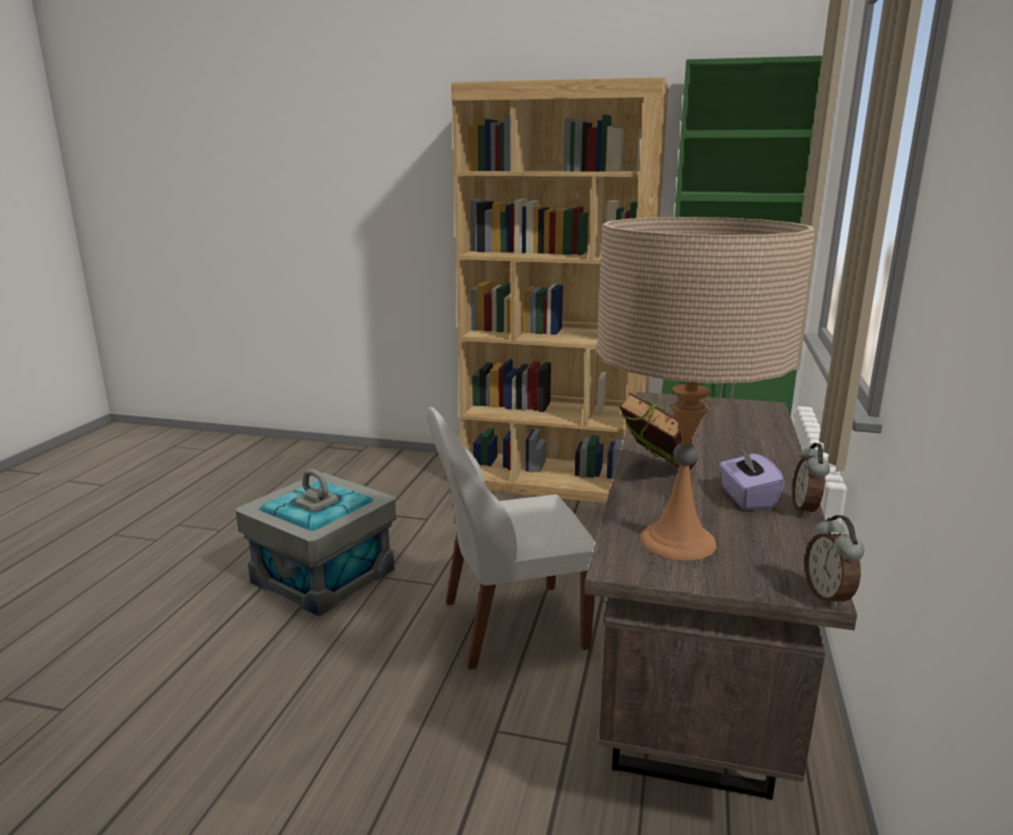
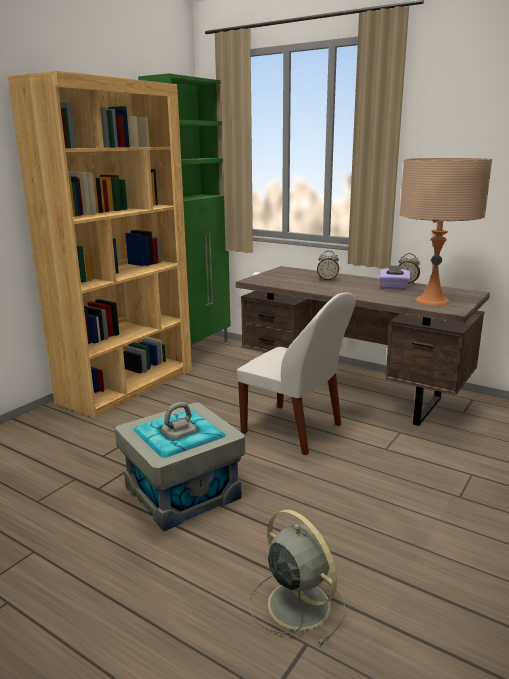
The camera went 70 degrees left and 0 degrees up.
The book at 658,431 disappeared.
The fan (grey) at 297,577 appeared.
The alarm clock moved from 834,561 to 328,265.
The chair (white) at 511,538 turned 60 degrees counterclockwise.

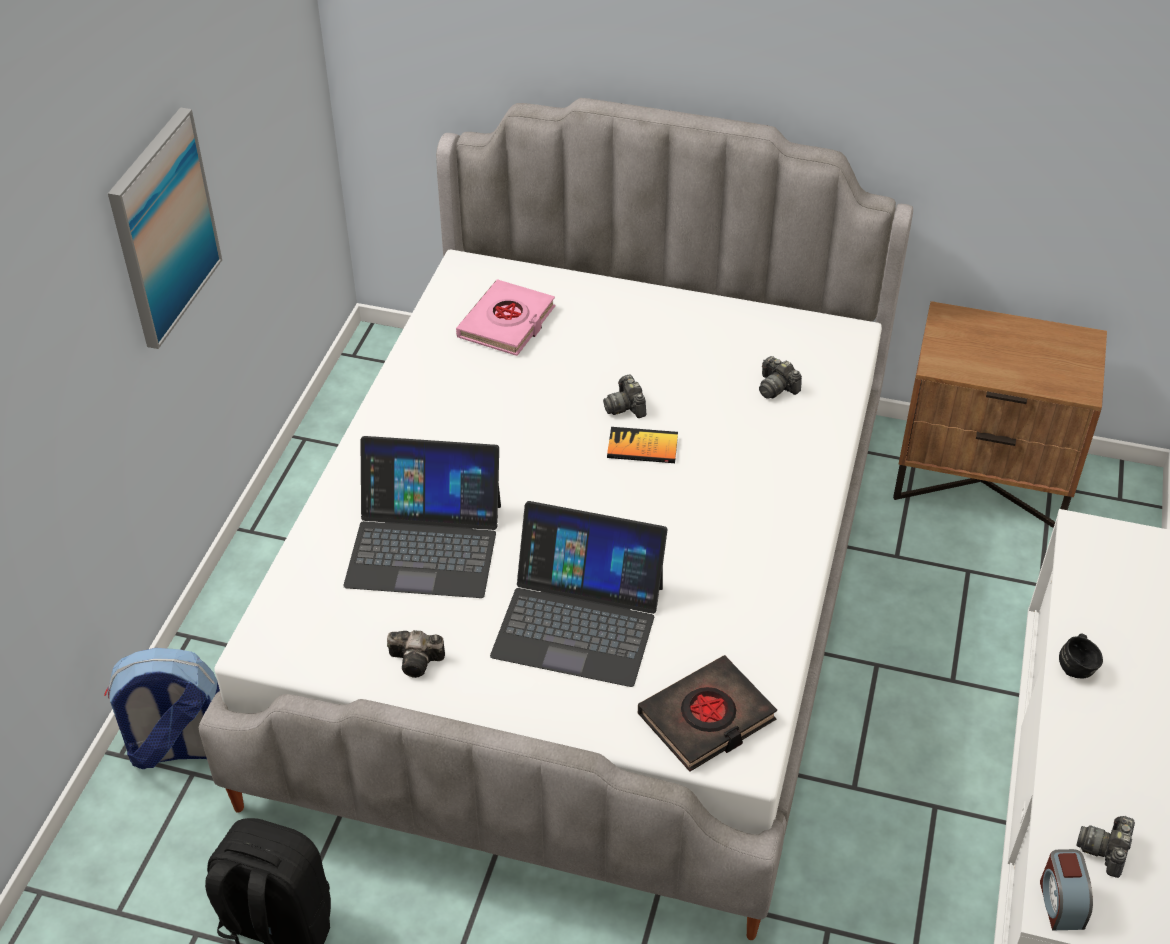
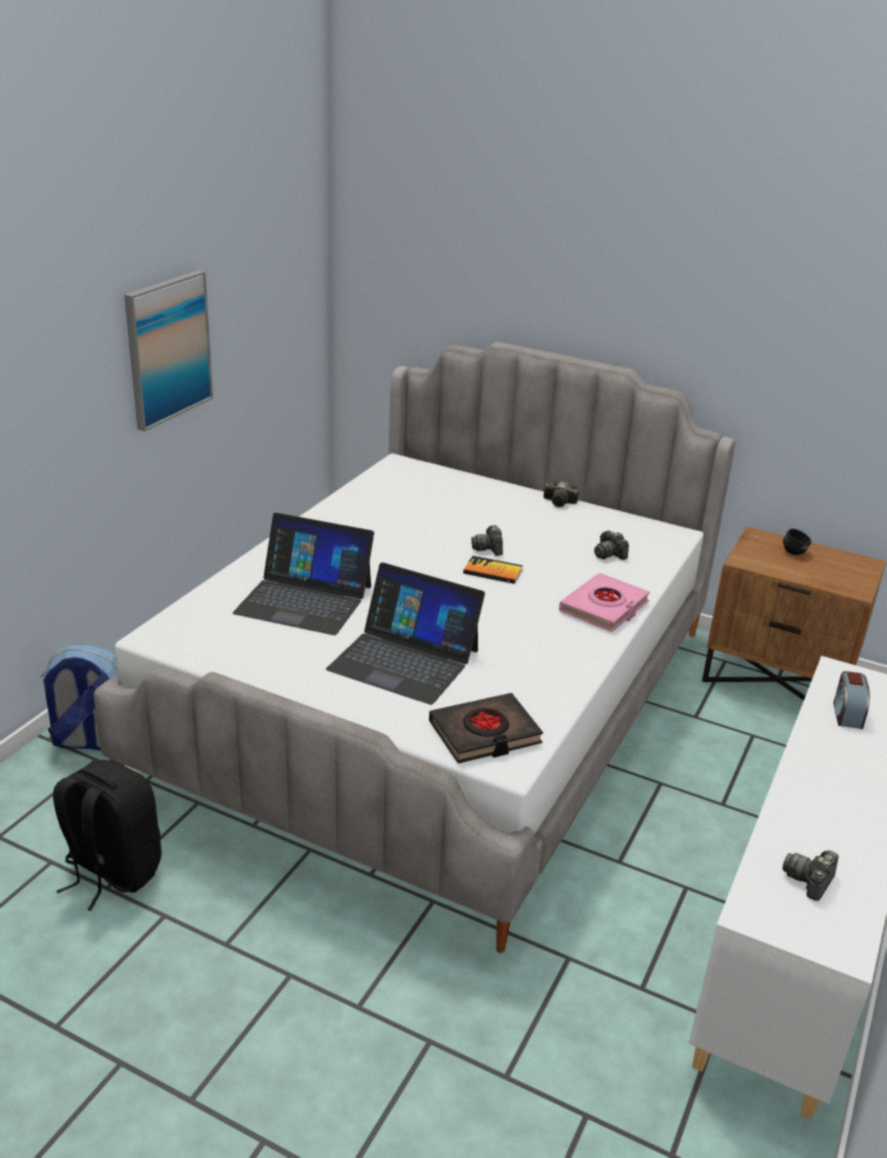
The camera went 10 degrees right and 15 degrees down.
The photo camera moved from 416,654 to 561,493.
The book (pink) moved from 506,317 to 604,602.
The alarm clock moved from 1066,889 to 851,700.
The mug (black) moved from 1081,655 to 797,542.

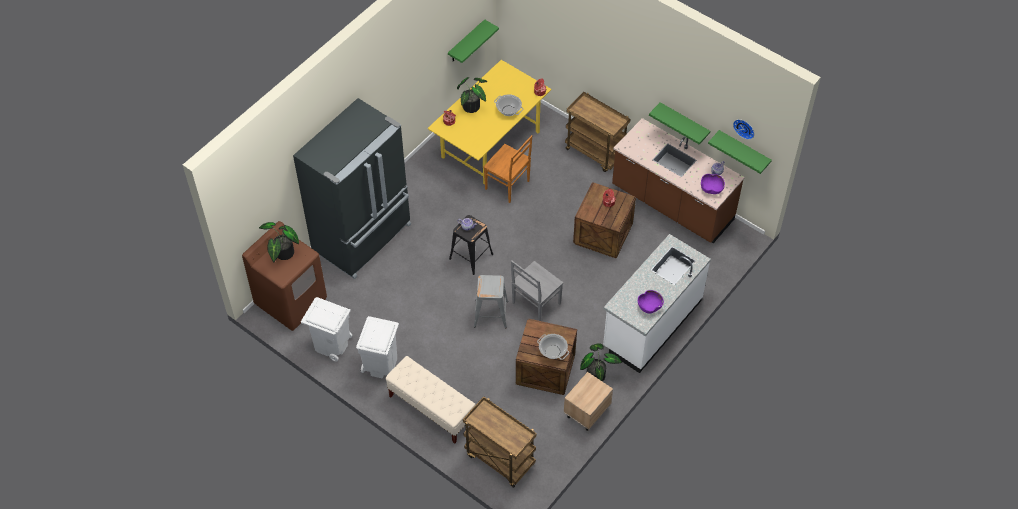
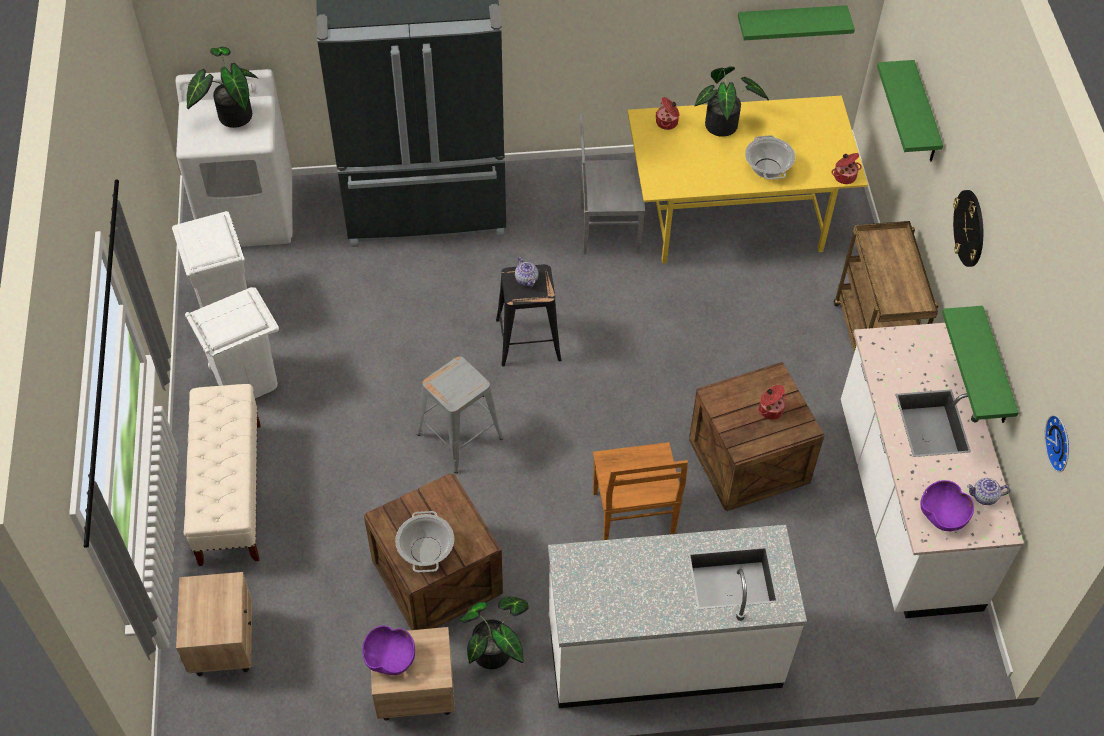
The camera went 45 degrees right and 0 degrees up.
The wall clock at 968,228 appeared.
The chair (brown) moved from 507,169 to 640,491.
The chair (grey) moved from 537,290 to 612,184.
The bowl (purple) moved from 651,302 to 388,650.
The shelf (green) moved from 740,152 to 910,110.
The cart (brown) at 500,442 was replaced by the nightstand (beige) at 214,624.
The washing machine (brown) at 284,276 became the washing machine (white) at 234,158.
The counter (brown) at 678,180 became the counter (white) at 932,470.

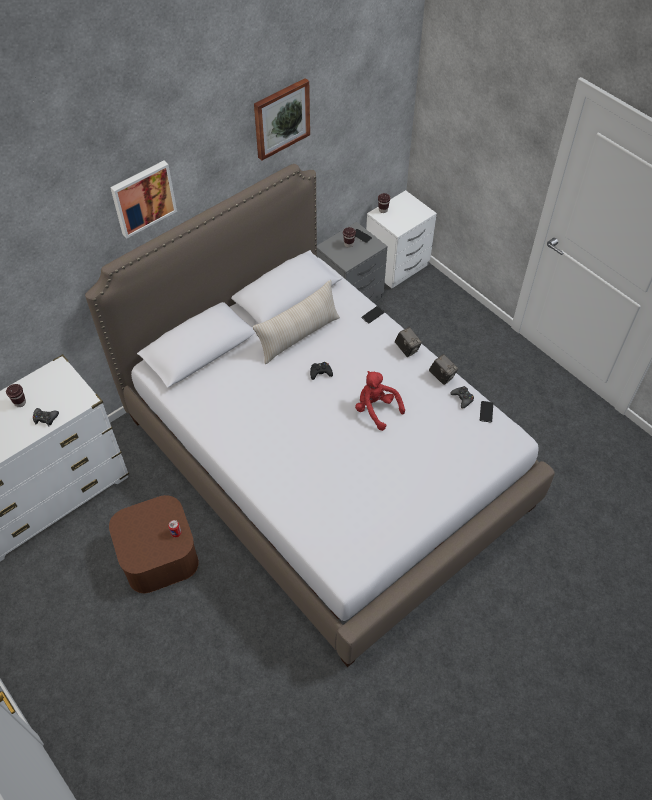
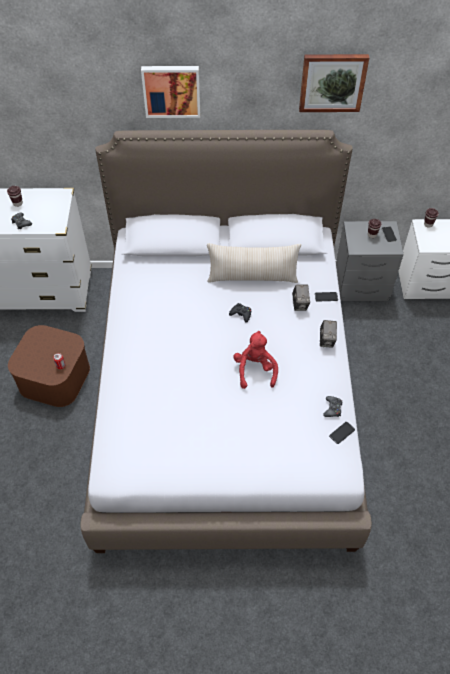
The camera went 40 degrees right and 0 degrees up.
The photo camera moved from 443,369 to 301,298.

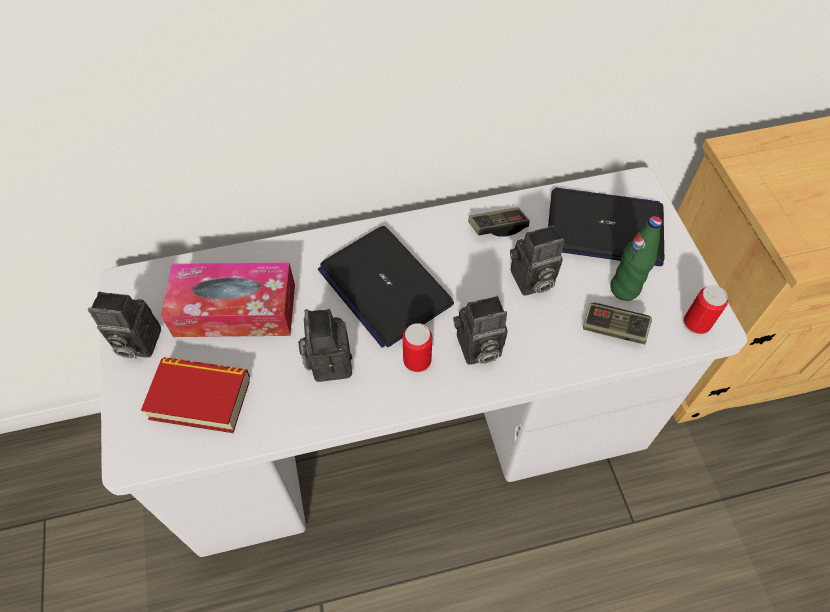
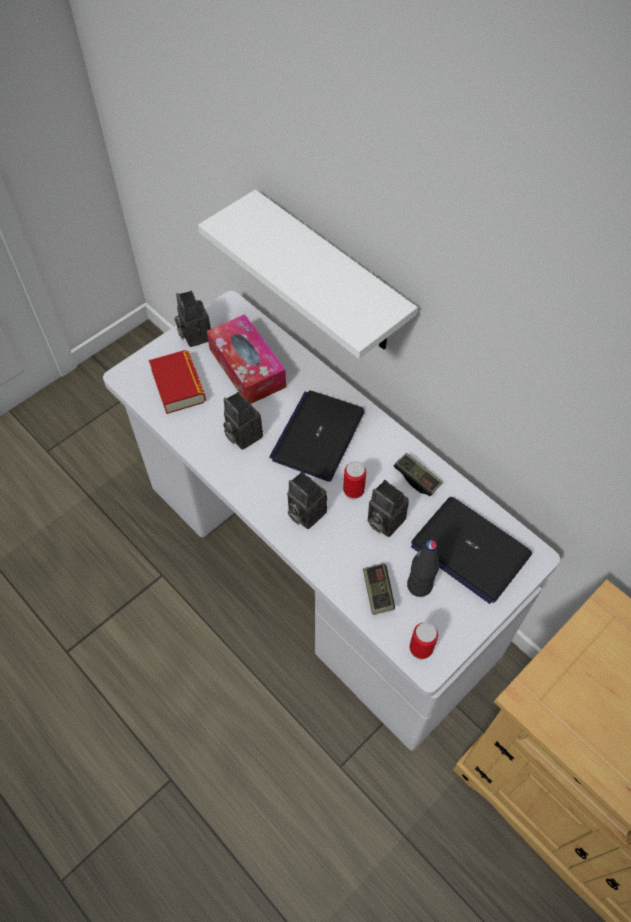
The camera went 60 degrees right and 0 degrees up.
The shelf (white) at 307,274 appeared.
The can moved from 417,348 to 354,480.
The bottle (green) at 636,258 became the bottle (black) at 423,568.
The photo camera at 325,345 turned 90 degrees counterclockwise.
The laptop at 606,227 turned 150 degrees clockwise.

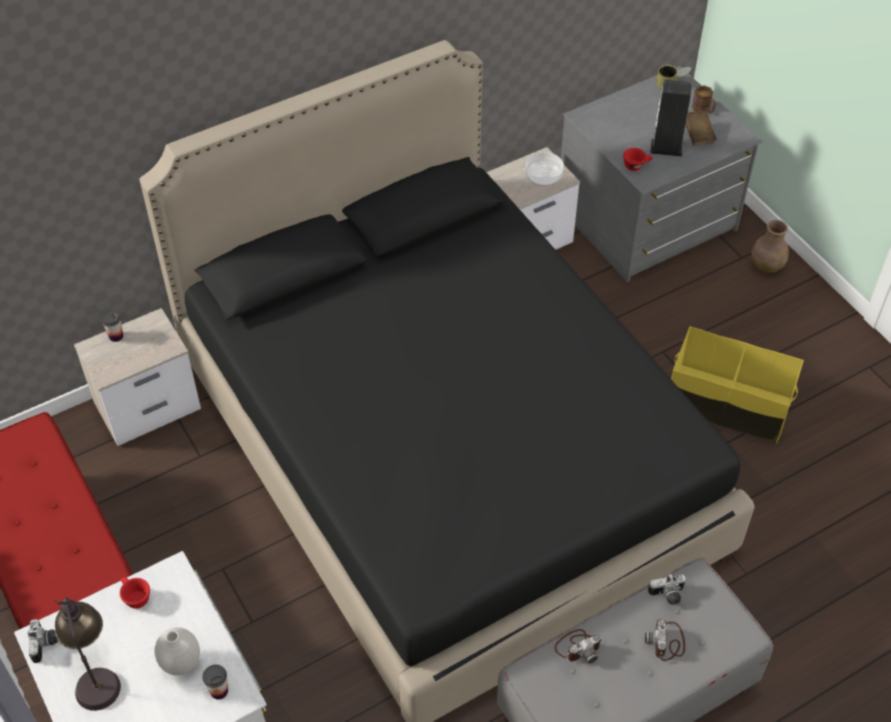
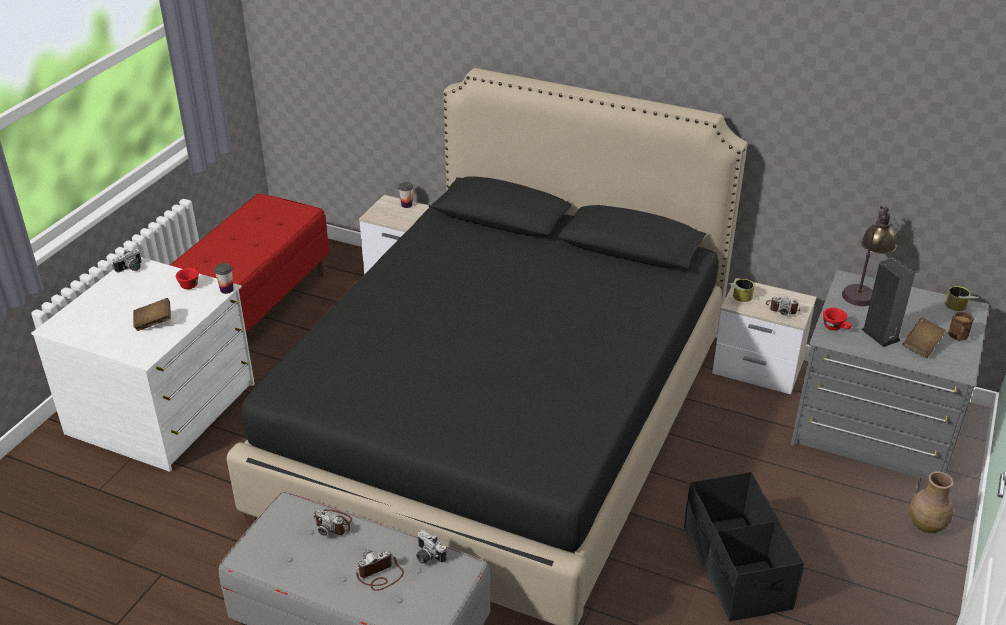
The camera went 55 degrees right and 15 degrees down.
The can at 742,290 appeared.
The table lamp moved from 87,654 to 869,256.
The cup moved from 215,682 to 224,278.
The vase (white) at 177,651 was replaced by the book (brown) at 152,314.
The bowl at 545,169 was replaced by the photo camera at 783,306.
The storage box (yellow) at 737,385 became the storage box (black) at 744,546.

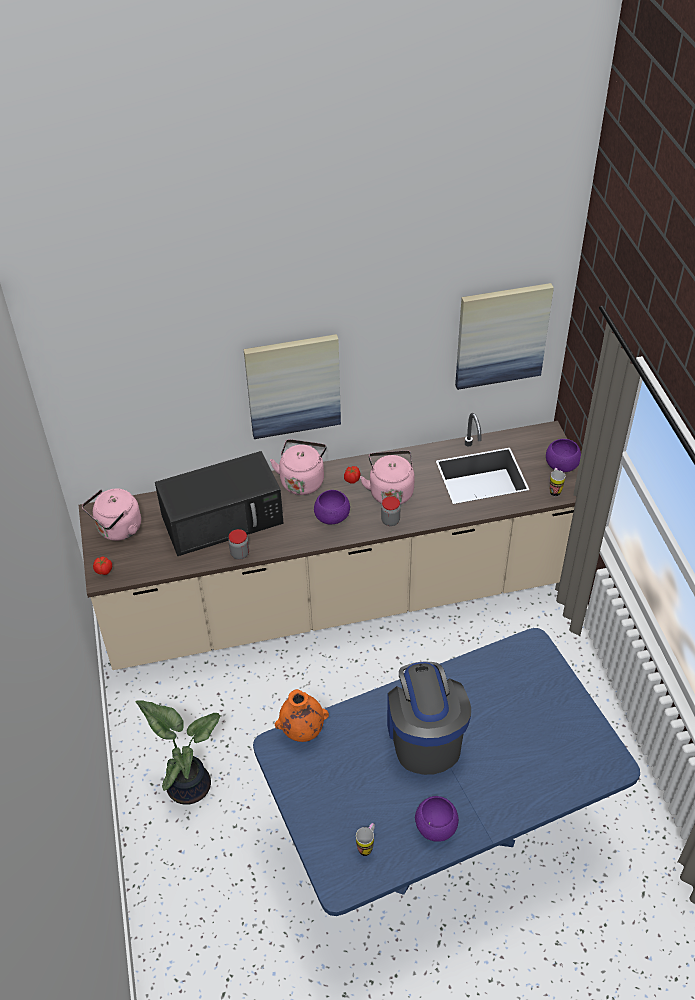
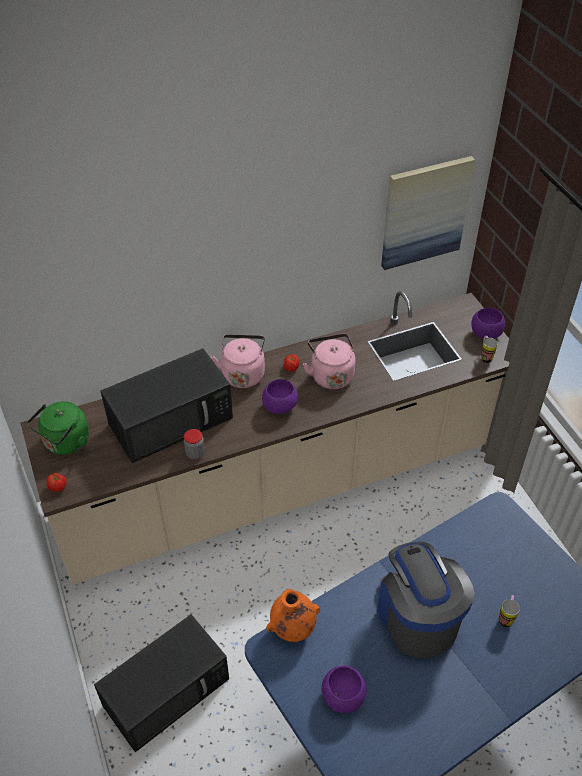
The camera went 10 degrees left and 0 degrees up.
The picture at 292,386 disappeared.
The jar at 390,511 disappeared.
The mug moved from 365,839 to 509,611.
The bowl (purple) moved from 437,819 to 343,689.
The potted plant at 178,752 was replaced by the microwave (black) at 161,683.
The kettle (pink) at 111,515 became the kettle (green) at 58,428.

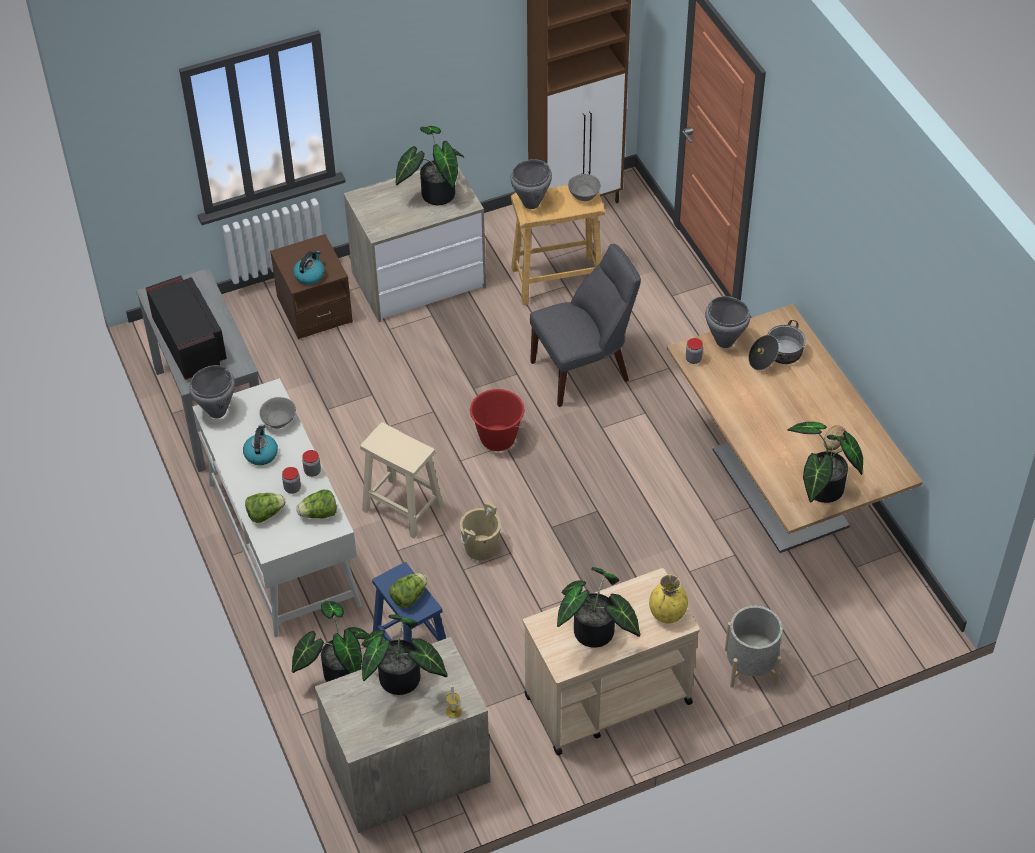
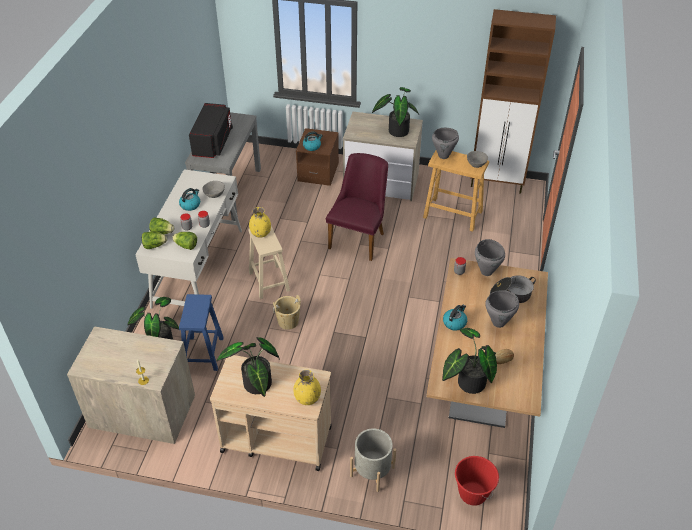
The camera went 35 degrees right and 5 degrees down.
The potted plant at 405,654 disappeared.
The chair (grey) at 585,325 disappeared.
The vase (yellow) at 260,222 appeared.
The chair (purple) at 357,207 appeared.
The kettle at 455,318 appeared.
The cooking pot (grey) moved from 212,391 to 502,309.
The lettuce moved from 408,590 to 154,240.
The bucket (red) moved from 497,420 to 477,481.

